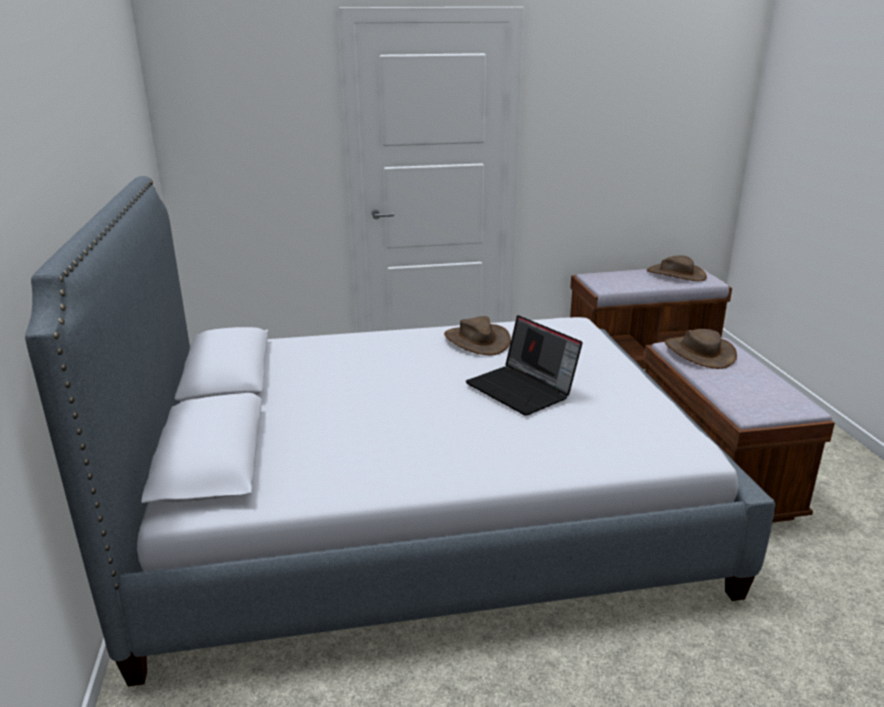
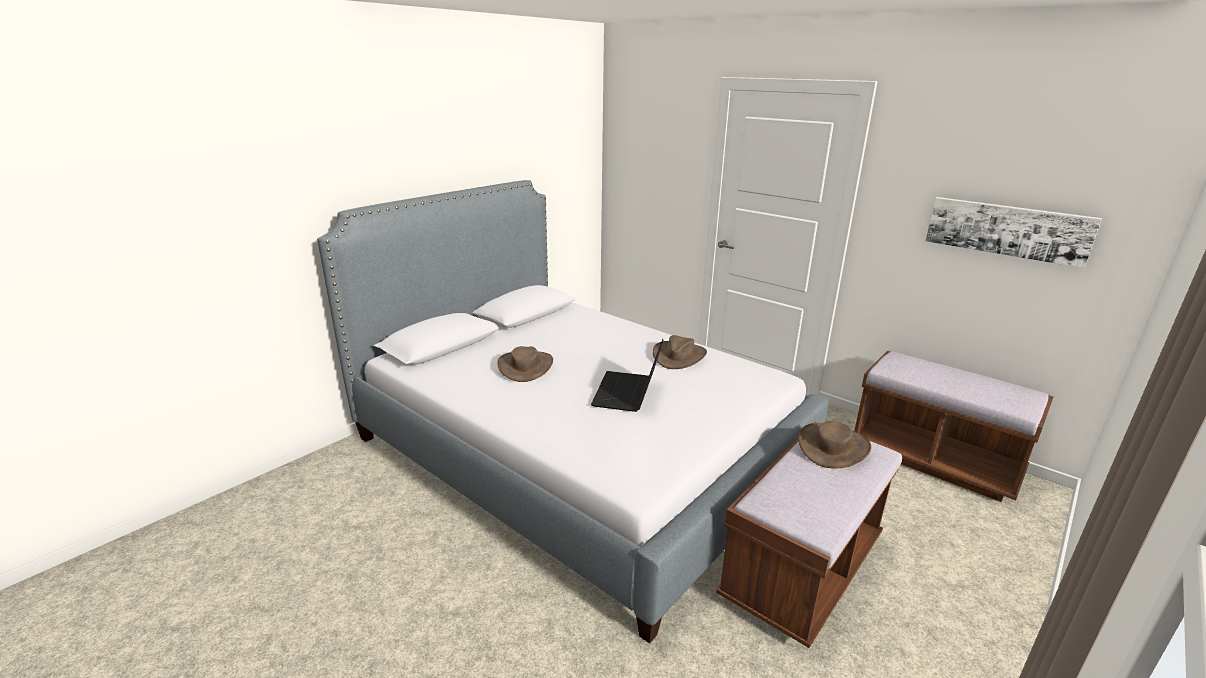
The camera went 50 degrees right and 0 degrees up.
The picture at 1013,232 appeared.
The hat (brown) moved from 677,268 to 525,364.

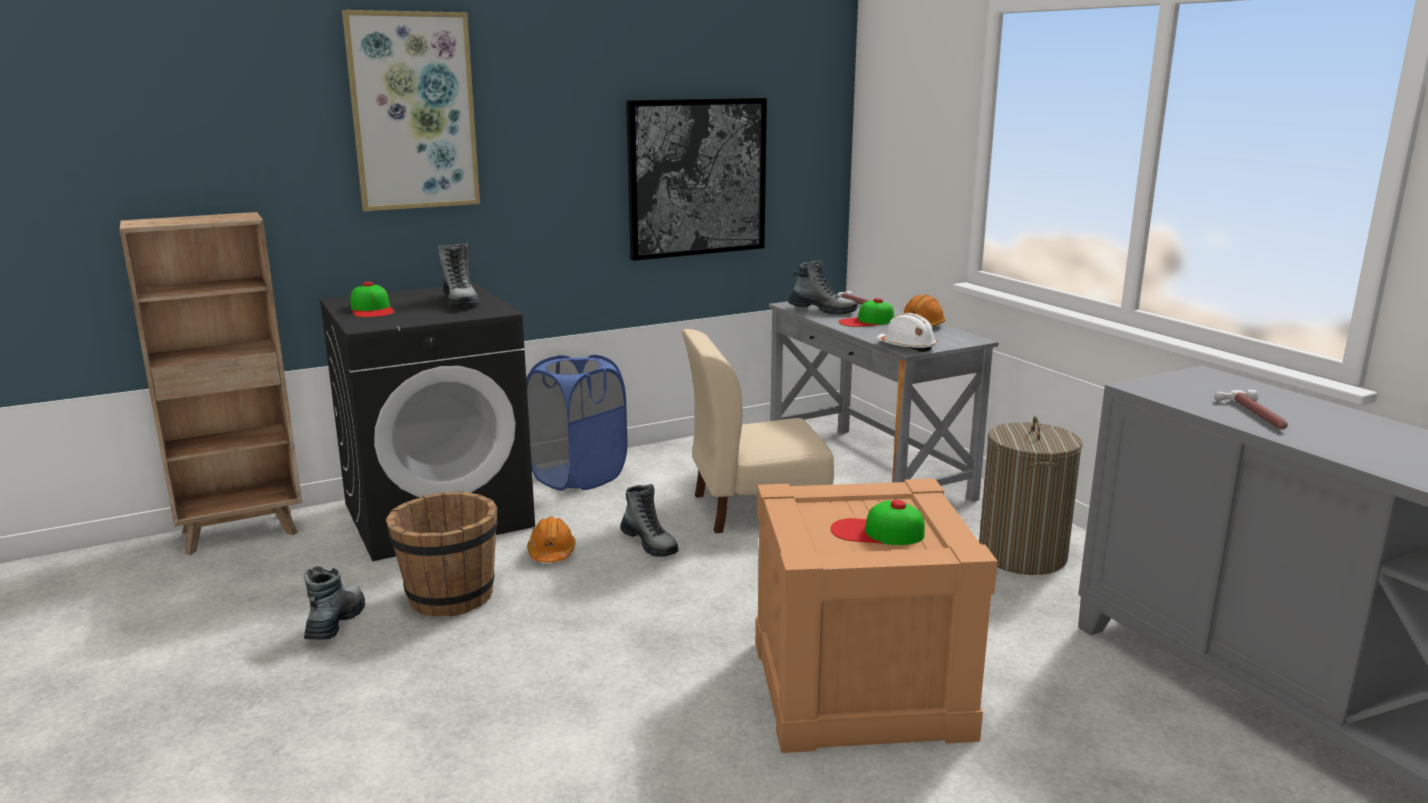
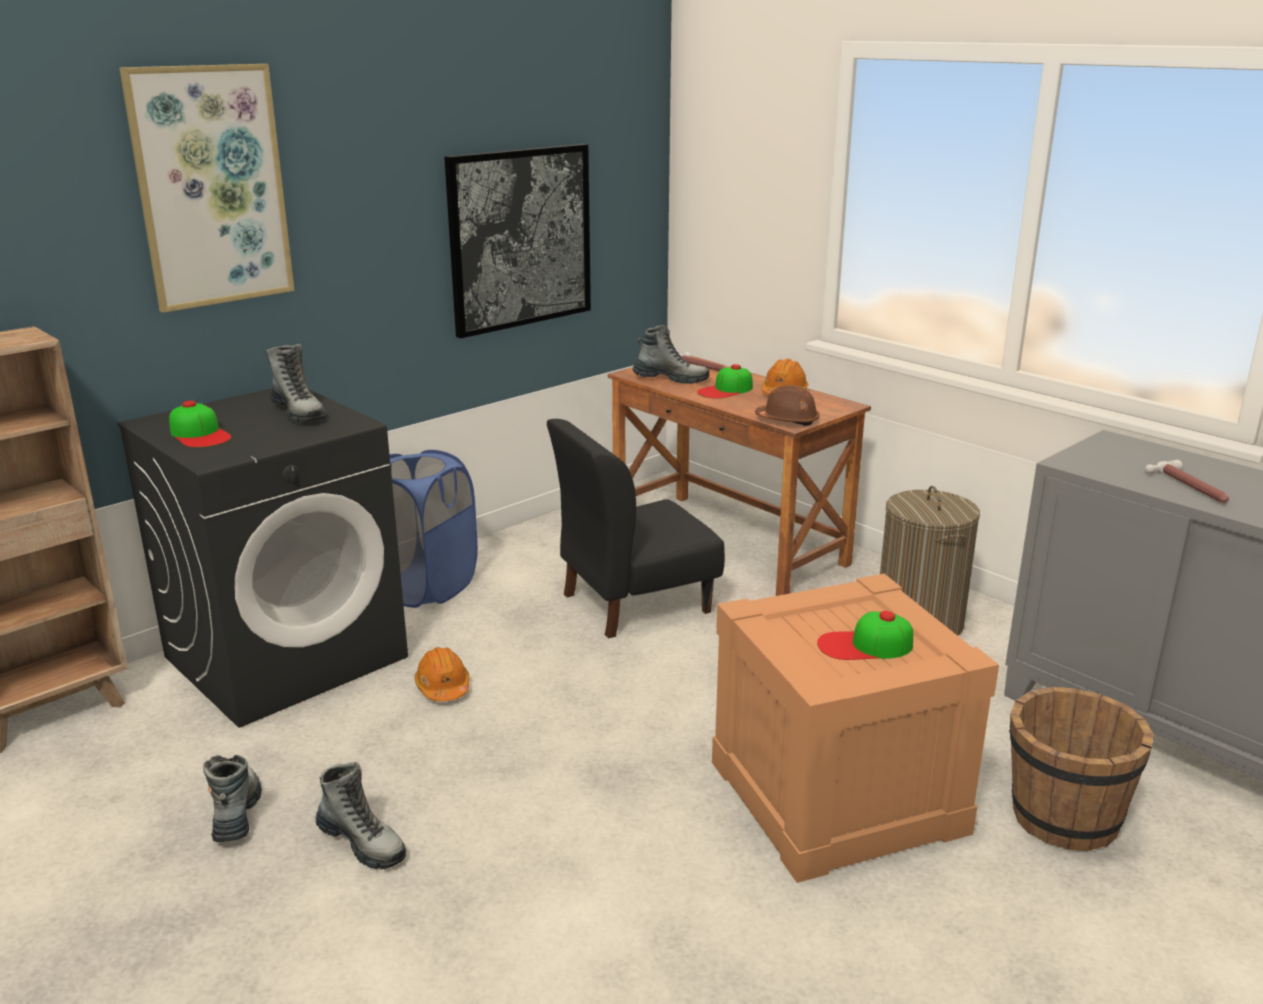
The camera went 15 degrees left and 5 degrees up.
The bucket (brown) moved from 442,554 to 1081,769.
The boot moved from 649,520 to 361,815.
The chair (beige) at 758,431 became the chair (black) at 636,529.
The desk (grey) at 883,398 became the desk (brown) at 739,476.
The hard hat (white) at 907,332 became the hard hat (brown) at 787,405.

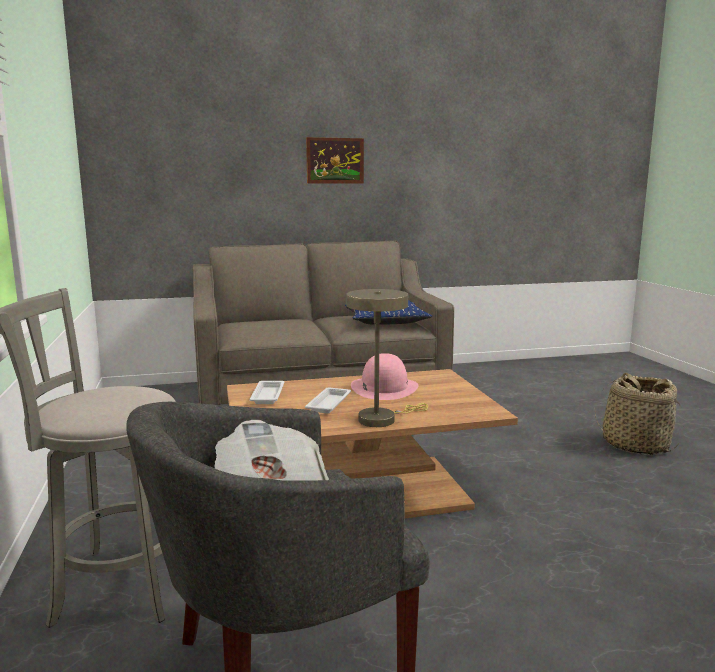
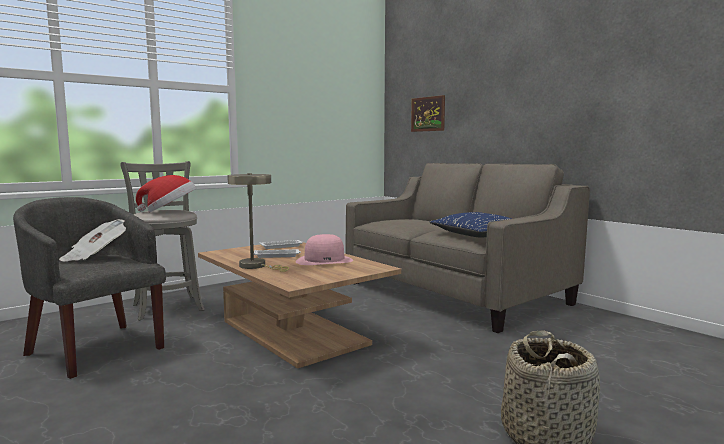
The camera went 65 degrees right and 5 degrees down.
The hat at 166,194 appeared.
The picture moved from 335,160 to 428,113.

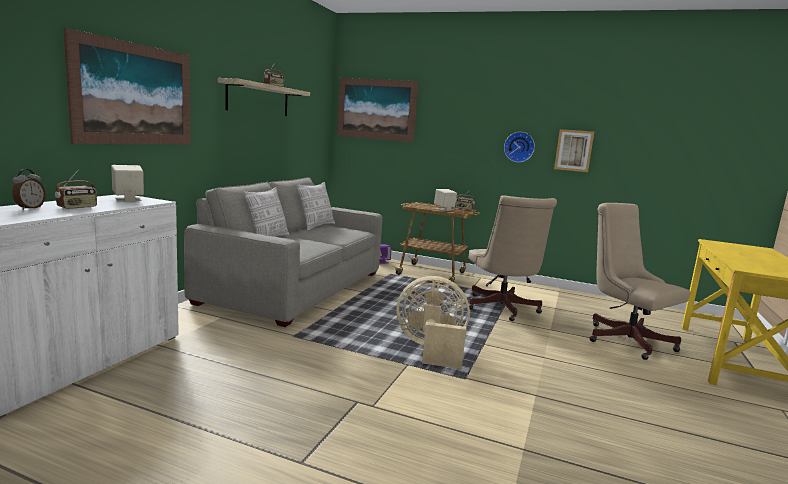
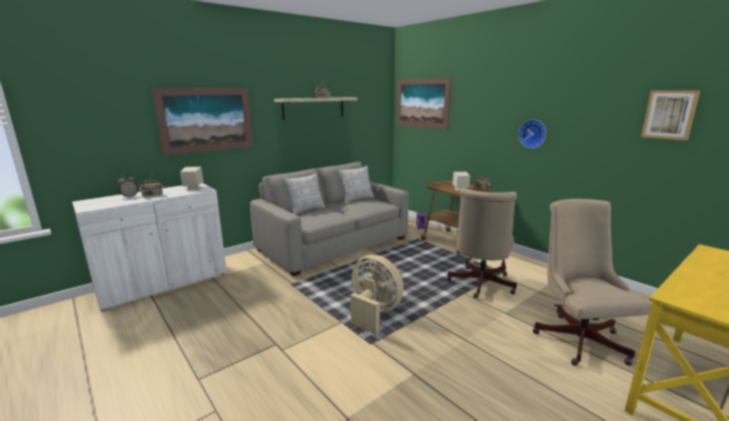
The camera went 30 degrees right and 5 degrees up.
The picture moved from 574,150 to 670,115.

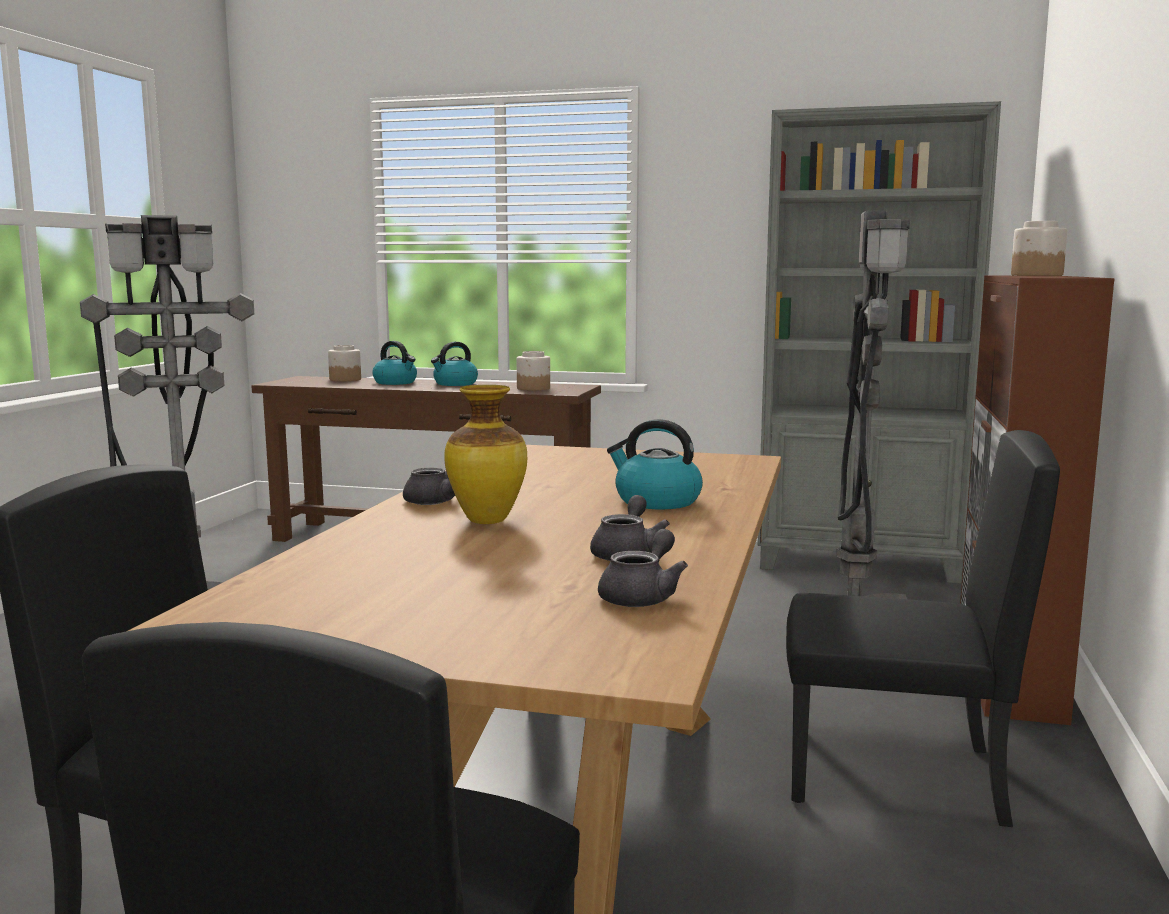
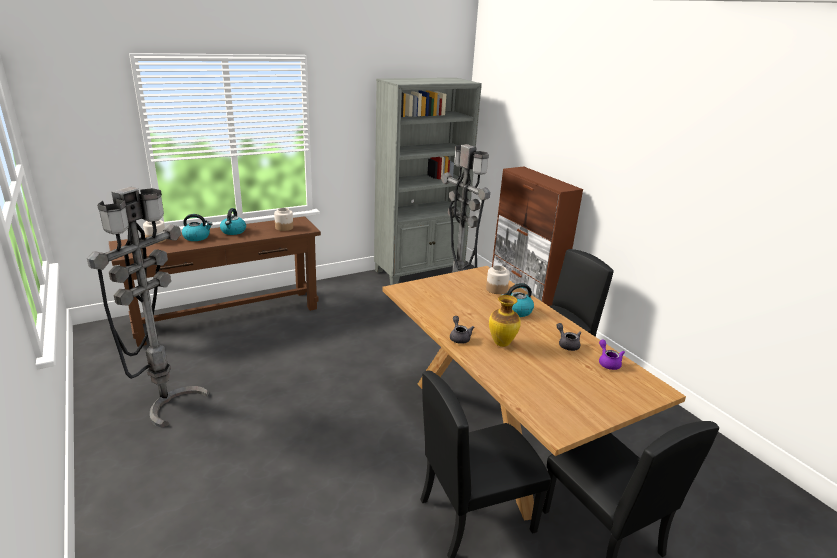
The camera went 45 degrees left and 15 degrees up.
The jar moved from 1039,248 to 498,279.
The teapot (grey) at 643,568 became the teapot (purple) at 612,355.

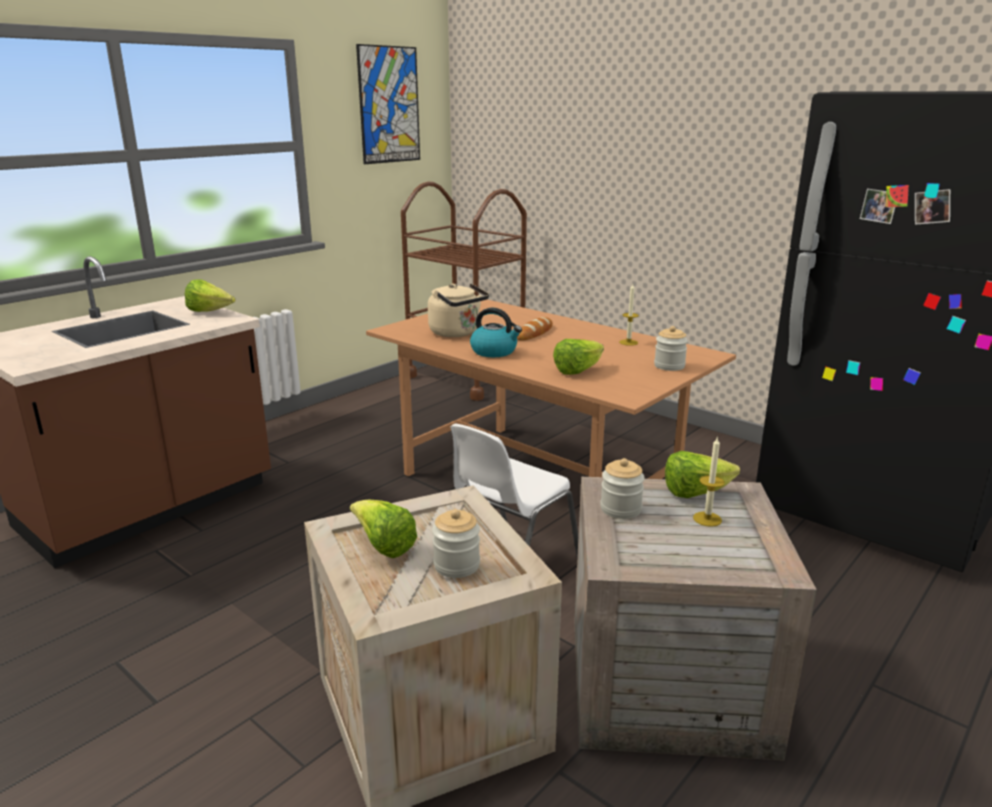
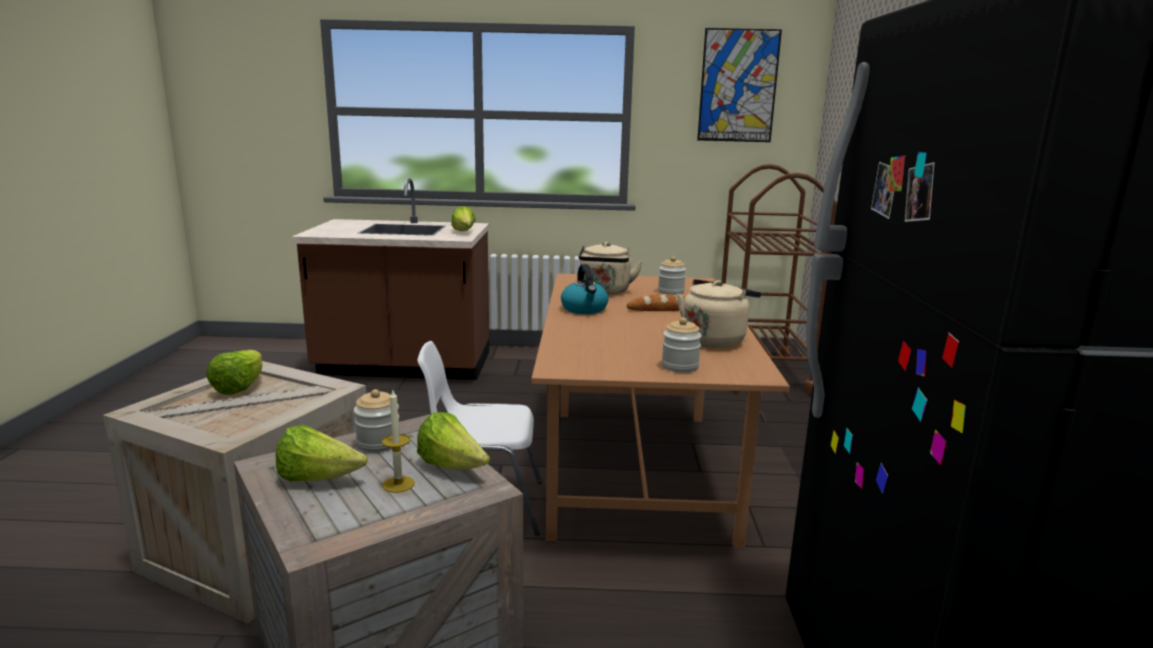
The camera went 50 degrees right and 5 degrees down.
The jar moved from 456,543 to 672,275.
The lettuce moved from 578,357 to 322,453.
The candle at 629,315 was replaced by the kettle (beige) at 719,313.

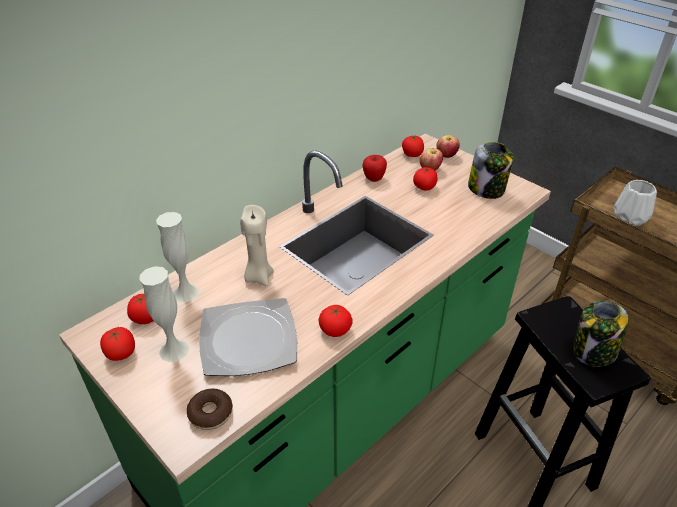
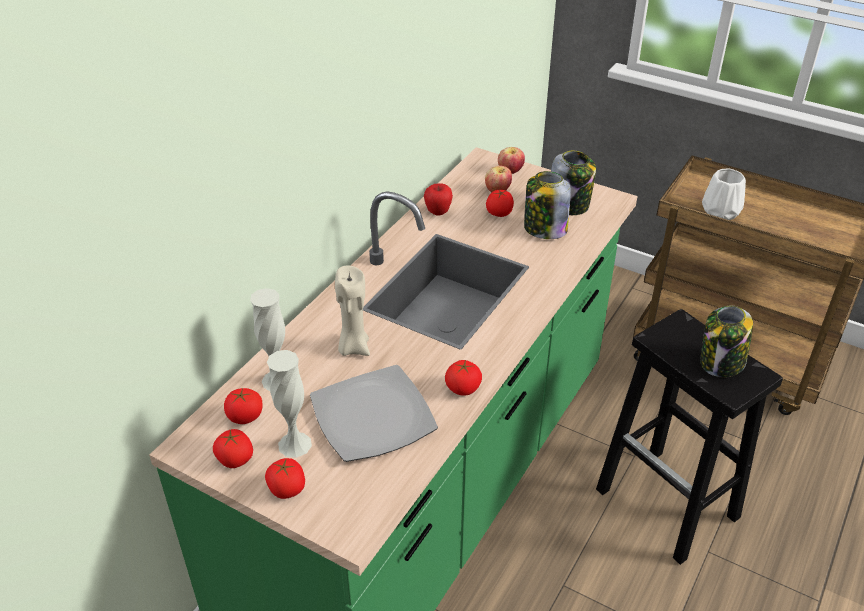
The camera went 15 degrees left and 0 degrees up.
The donut at 210,409 disappeared.
The jar at 547,205 appeared.
The tomato moved from 413,146 to 285,478.

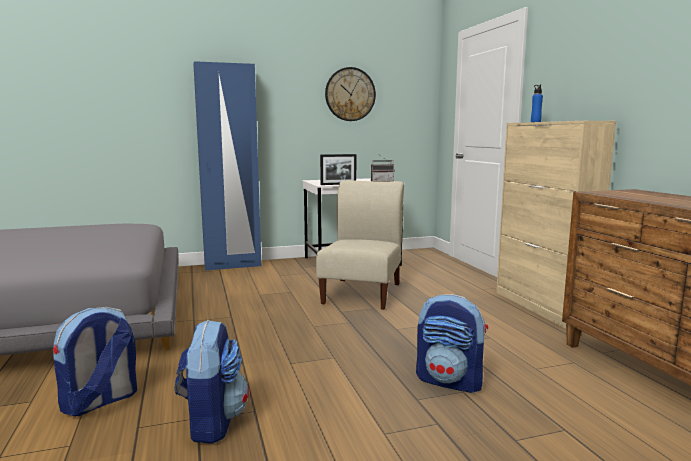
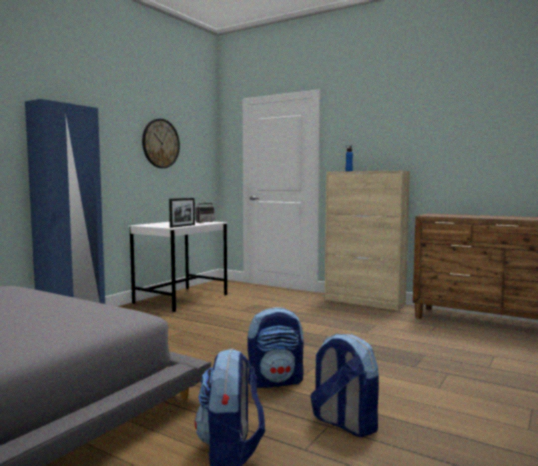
The camera went 40 degrees left and 5 degrees down.
The chair (beige) at 360,245 disappeared.
The backpack moved from 452,343 to 275,347.

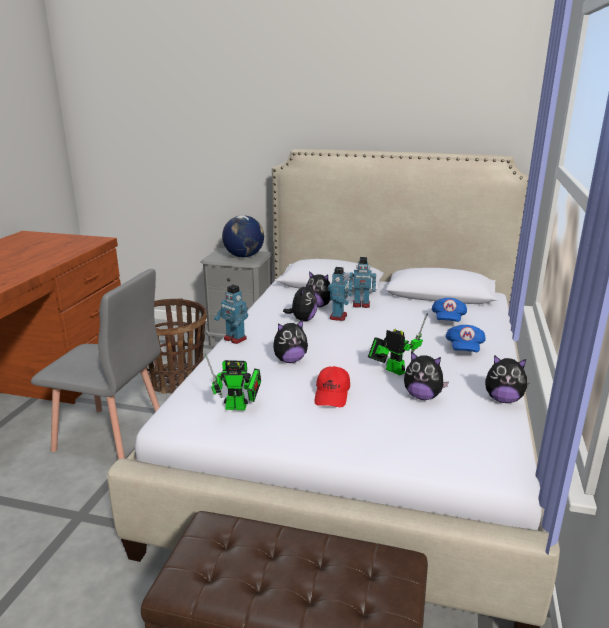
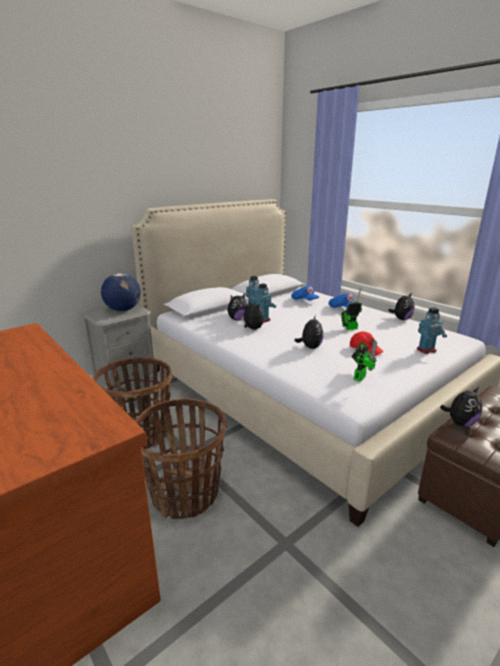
The camera went 55 degrees left and 0 degrees up.
The toy robot moved from 231,314 to 432,330.
The plush toy moved from 426,376 to 461,406.
The chair (grey) at 95,364 was replaced by the basket at 181,458.

